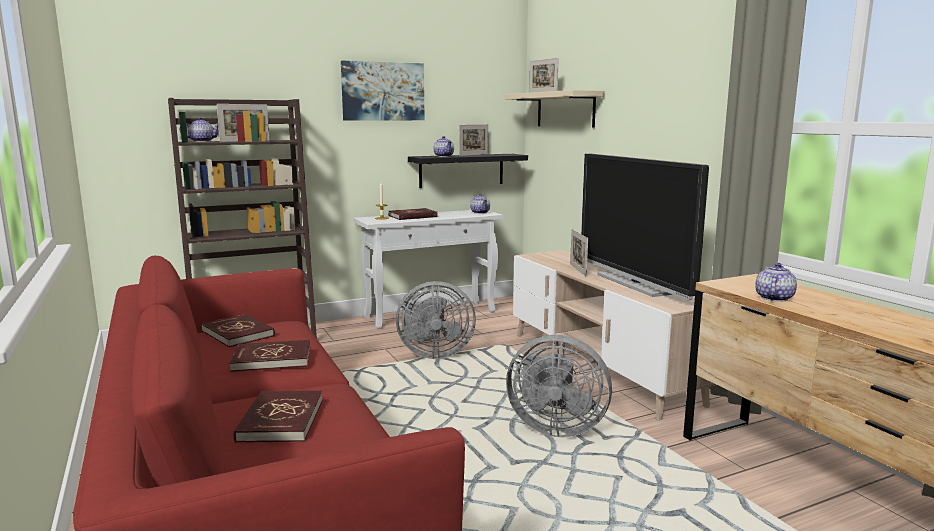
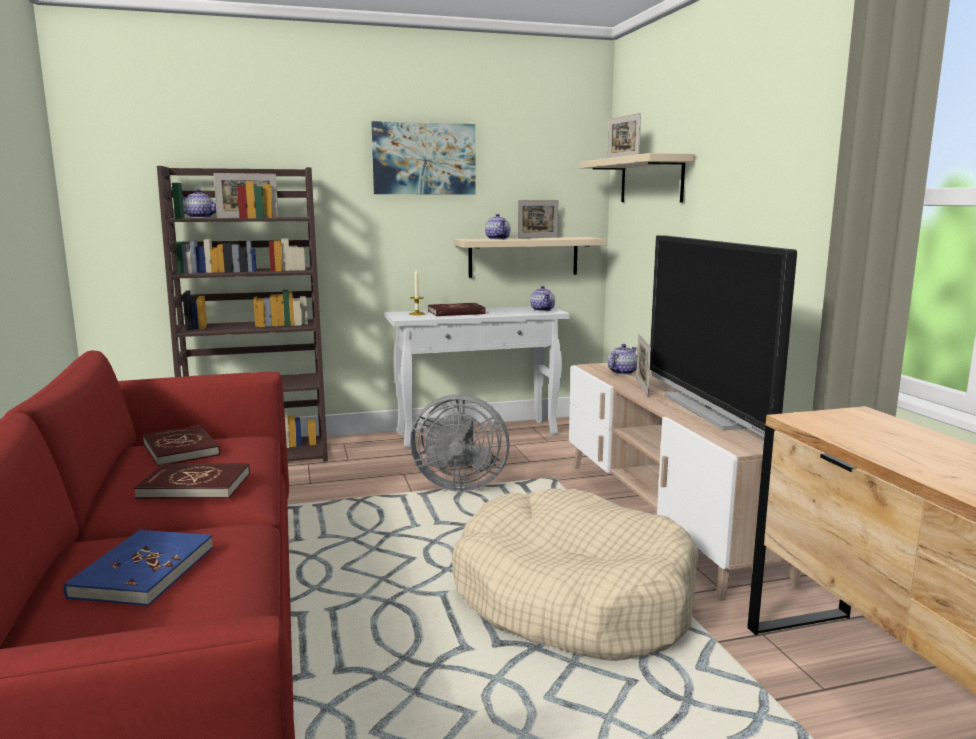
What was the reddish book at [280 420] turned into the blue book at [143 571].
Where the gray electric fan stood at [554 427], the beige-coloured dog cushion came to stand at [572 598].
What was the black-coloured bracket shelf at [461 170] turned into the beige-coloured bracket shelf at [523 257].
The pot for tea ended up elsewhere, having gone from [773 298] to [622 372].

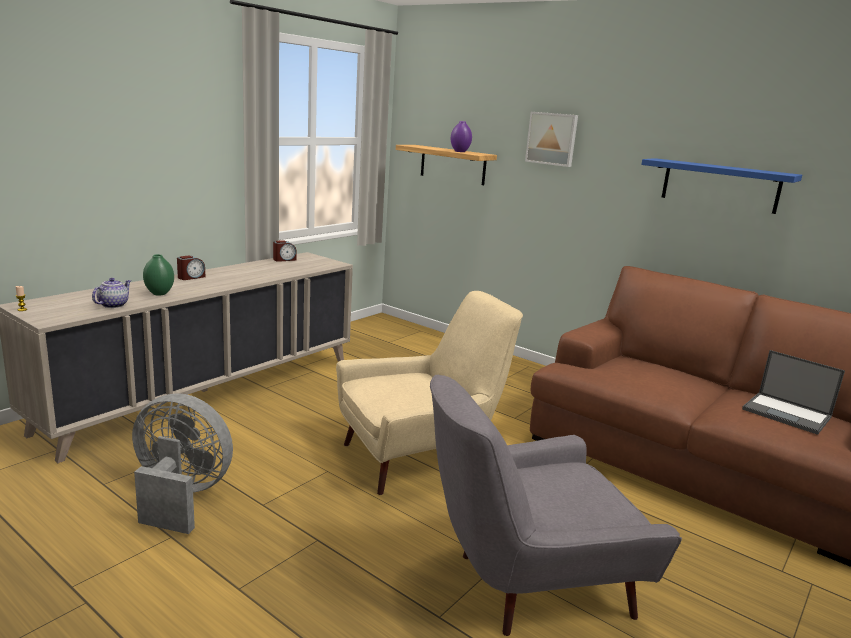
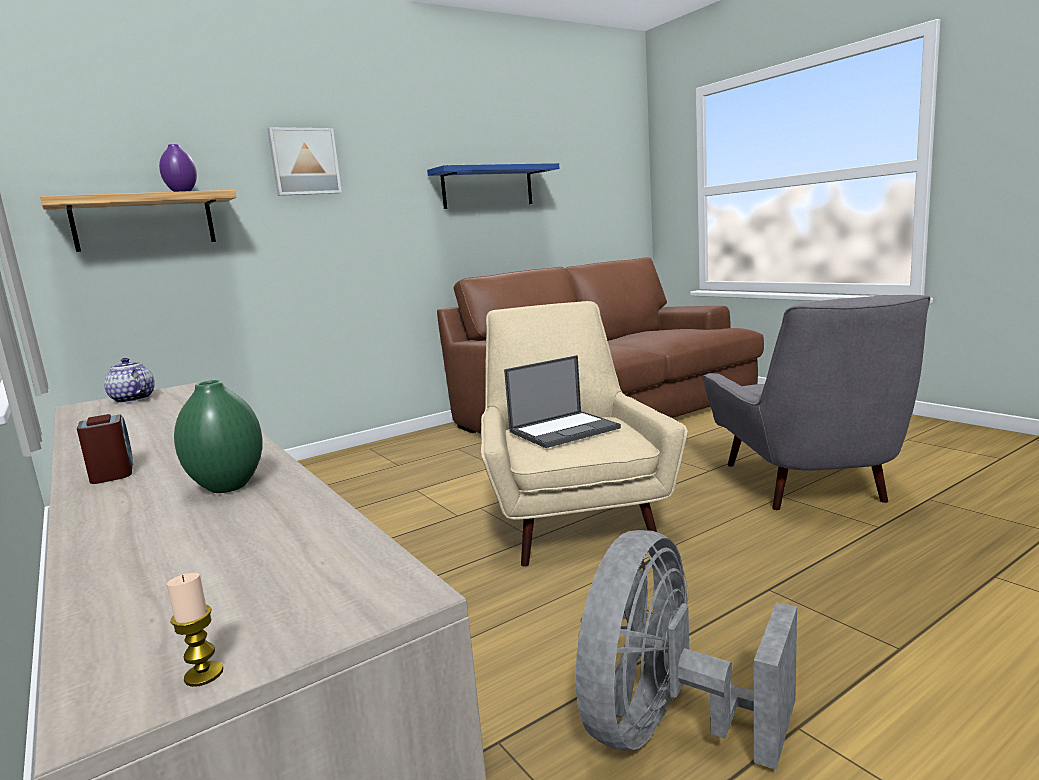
The pot for tea ended up elsewhere, having gone from [113 305] to [132 399].
The portable computer ended up elsewhere, having gone from [787 413] to [565 430].
The second view lost the alarm clock at [284 259].

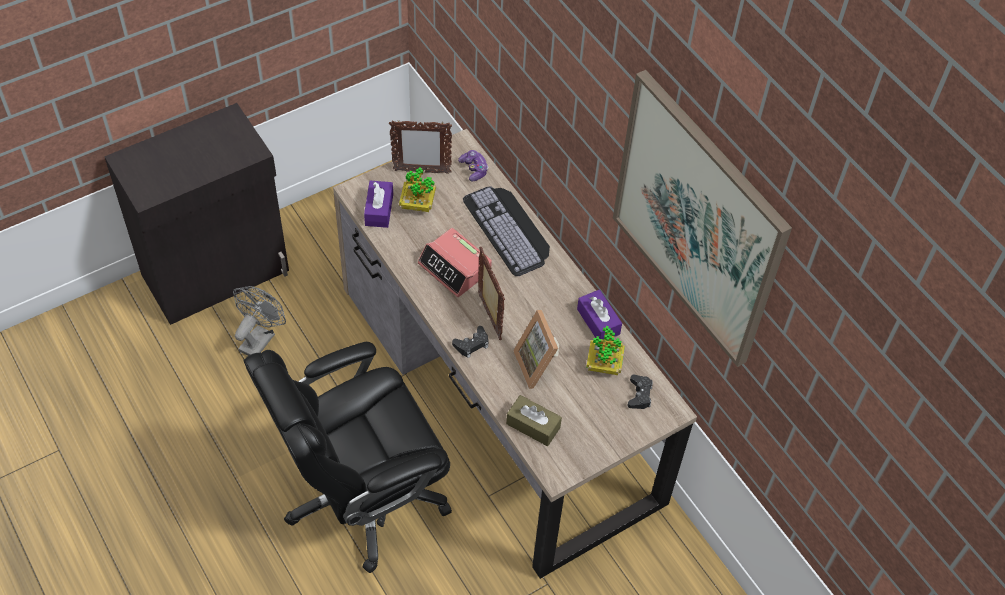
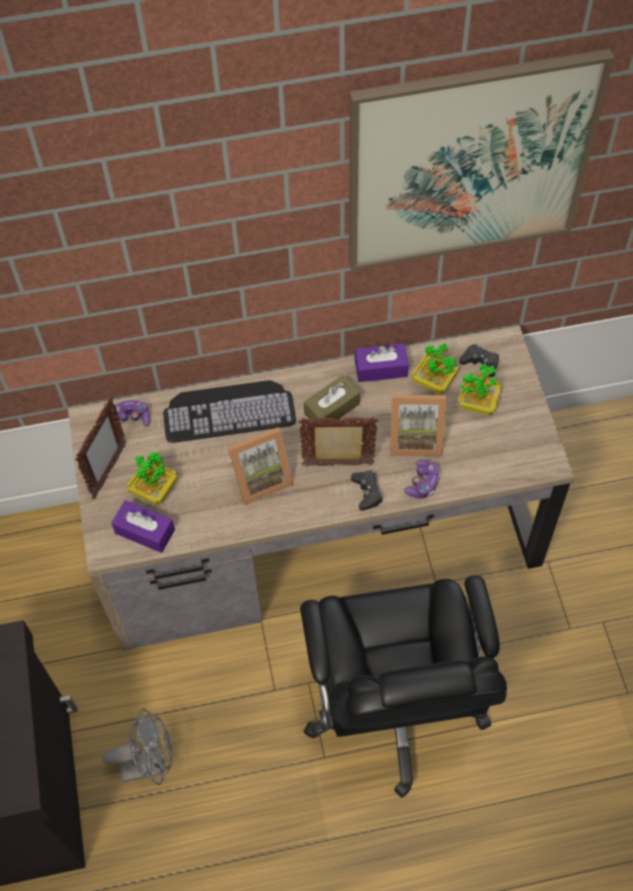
The gray electric fan at [260 338] ended up facing another way, 120 degrees clockwise from before.
Where the alarm clock stood at [455 268], the photo frame came to stand at [260 478].
The brownish tissue holder ended up elsewhere, having gone from [533 425] to [332 409].
The second view gained the joypad at [422 483].
The second view gained the potted plant at [478 403].

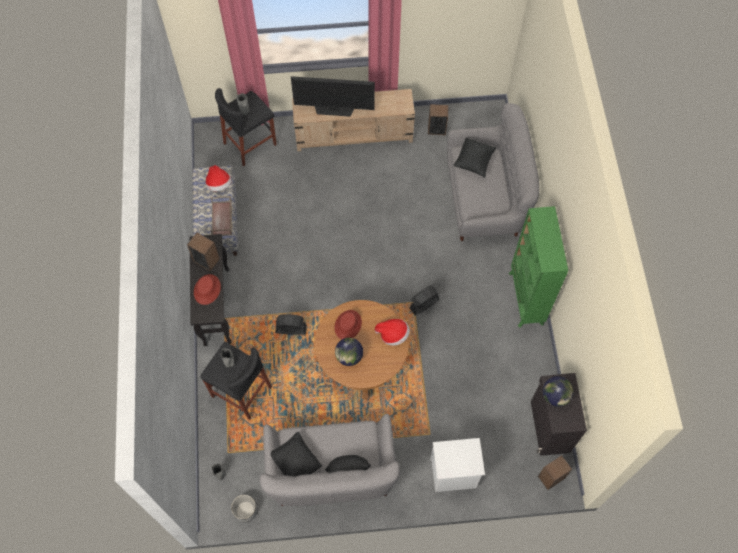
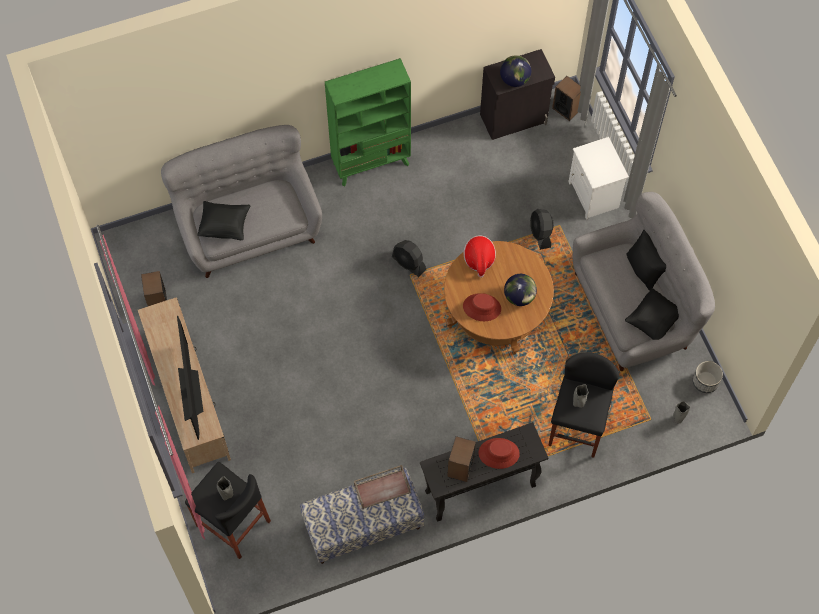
The black-coloured electric fan ended up elsewhere, having gone from [291 329] to [540 233].
The second view lost the wearable hat at [219 184].

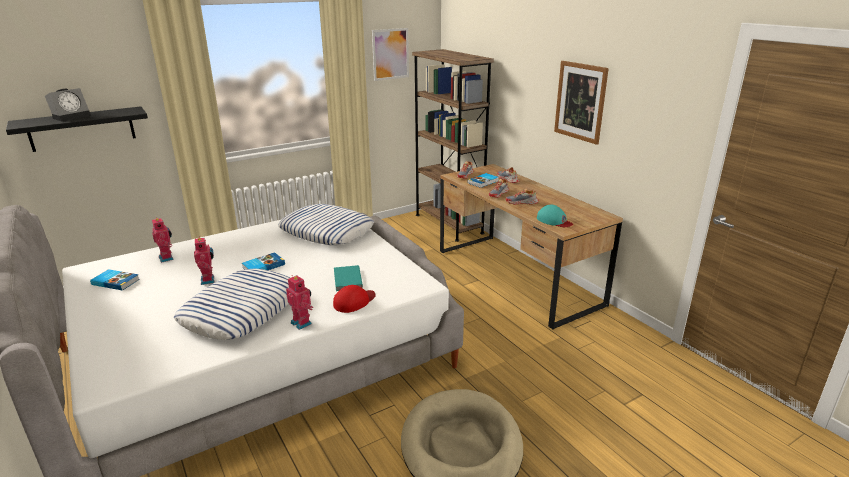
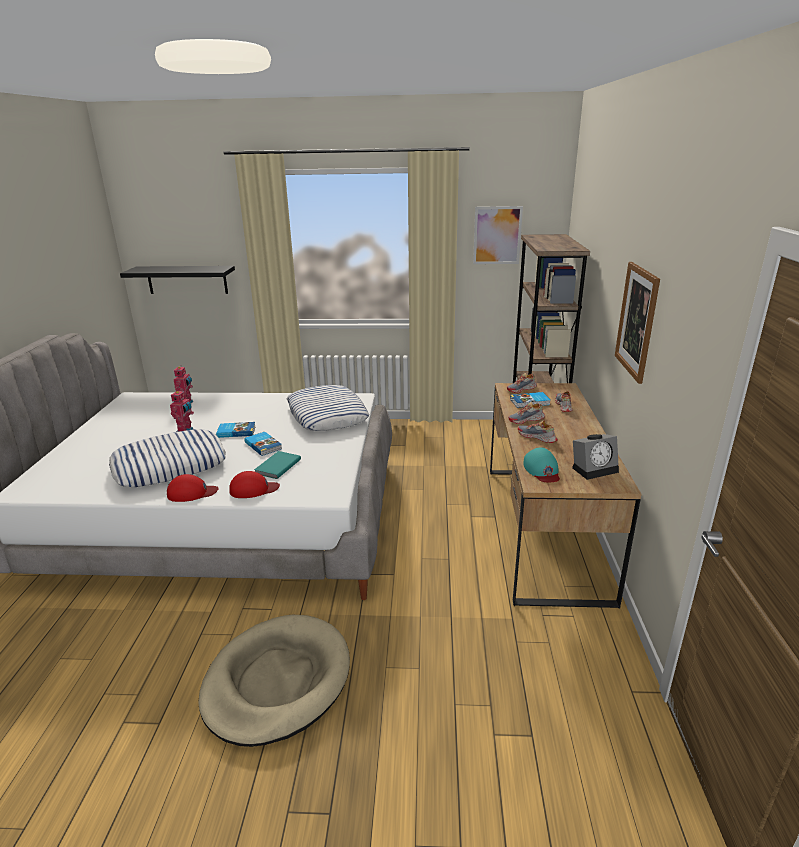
Where the toy robot stood at [302 323], the reddish peaked cap came to stand at [192 493].
The book ended up elsewhere, having gone from [116 281] to [264 445].
The alarm clock ended up elsewhere, having gone from [72 116] to [594 468].

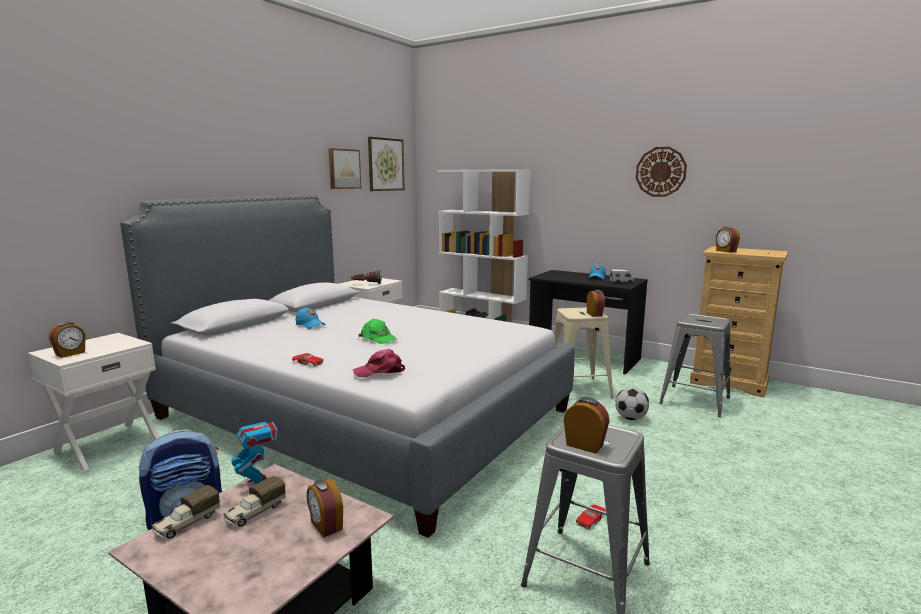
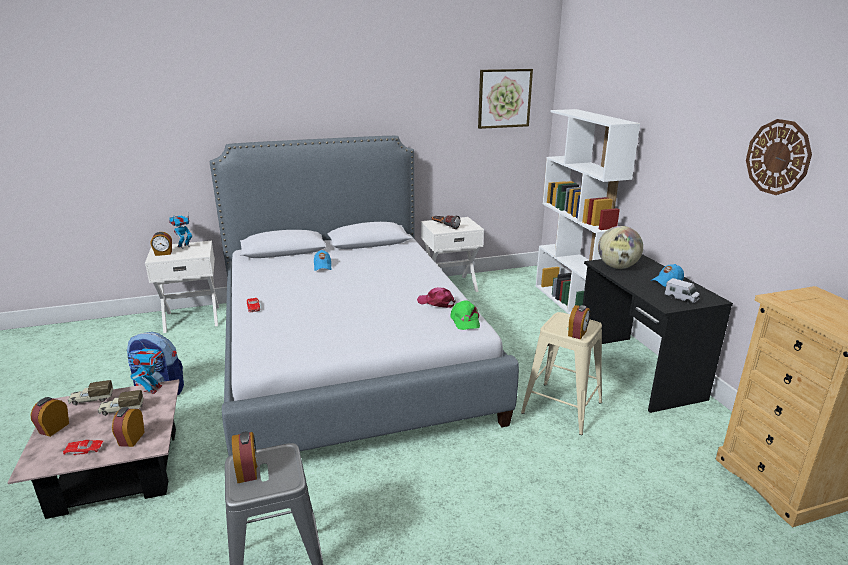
The alarm clock ended up elsewhere, having gone from [725 251] to [54 428].
The reddish miniature car ended up elsewhere, having gone from [590 519] to [84 449].
The second view gained the toy robot at [184 246].
The pink-coloured peaked cap ended up elsewhere, having gone from [380 371] to [436 302].
The green peaked cap ended up elsewhere, having gone from [378 338] to [465 320].
The second view gained the desk globe at [617 267].
The second view lost the picture at [343 169].
The second view lost the football at [631 418].
The second view lost the gray stool seat at [694 401].

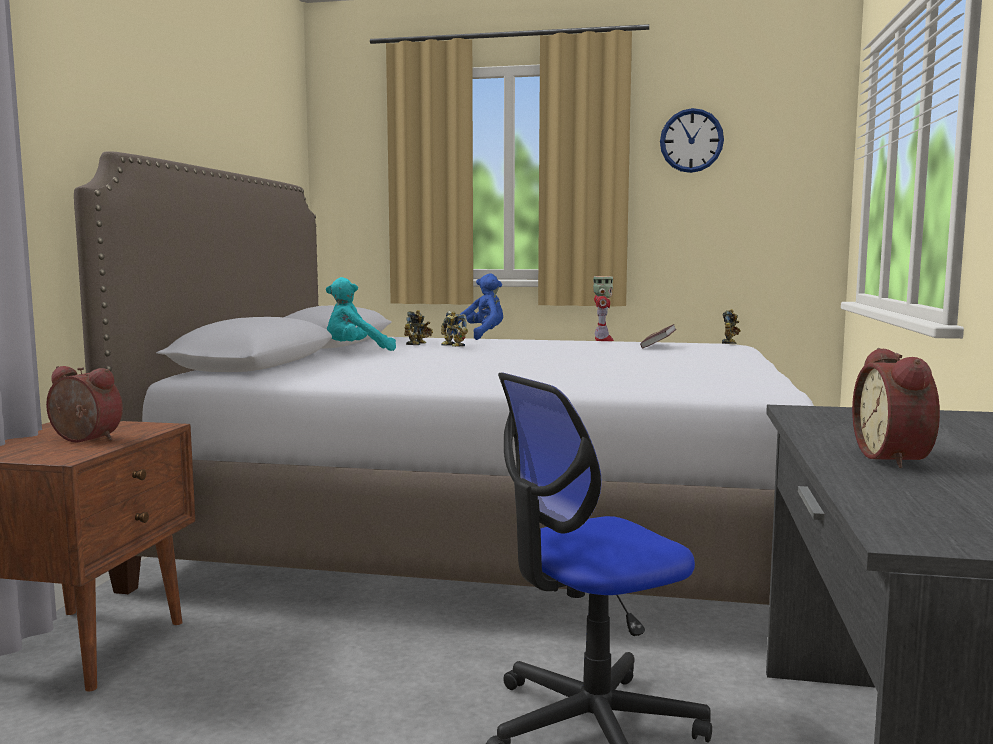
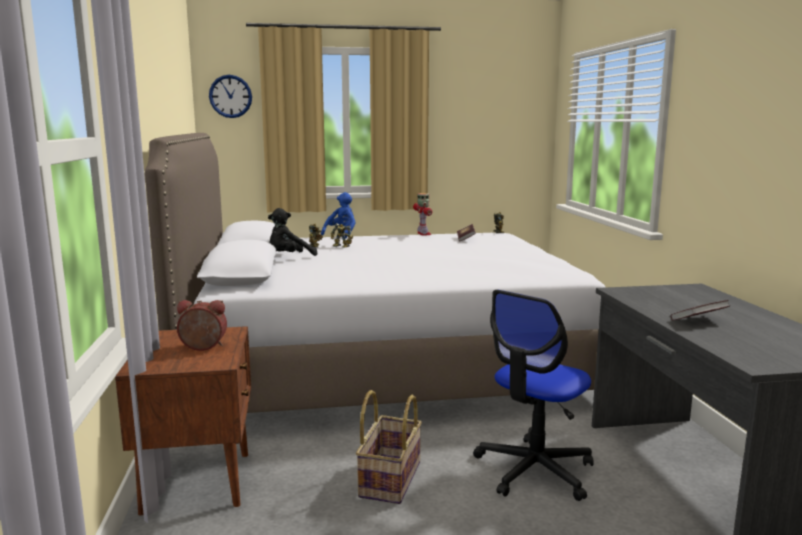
The hanging clock ended up elsewhere, having gone from [691 140] to [230 96].
What was the turquoise-coloured plush toy at [357 351] turned into the black-coloured plush toy at [289 257].
The second view gained the storage basket at [389 479].
Where the alarm clock stood at [897 458], the book came to stand at [698 321].

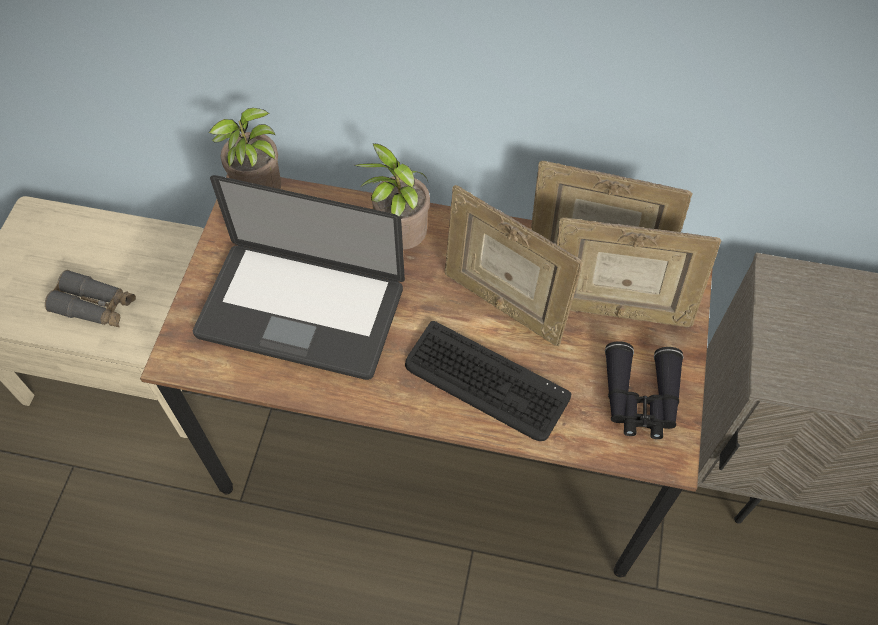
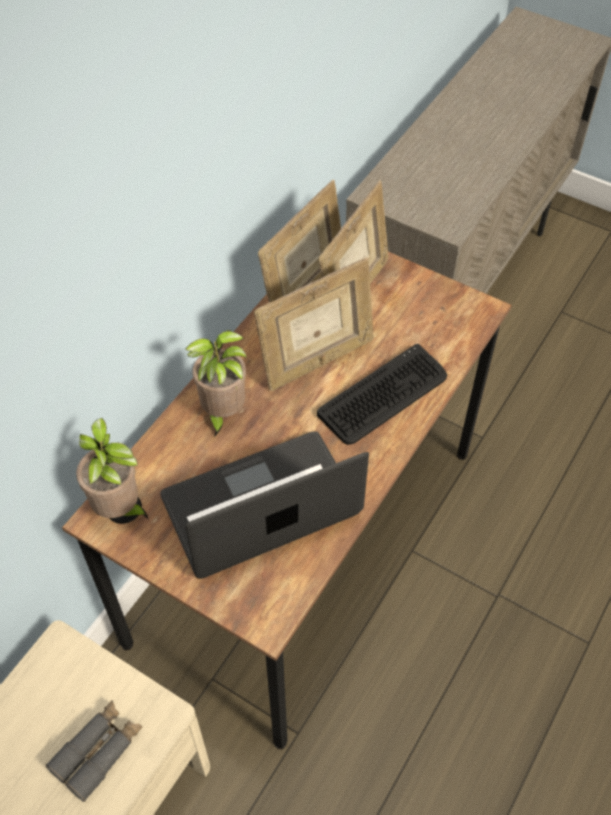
The portable computer at [301 312] ended up facing another way, 150 degrees counterclockwise from before.
The second view lost the black-coloured field glasses at [640 398].

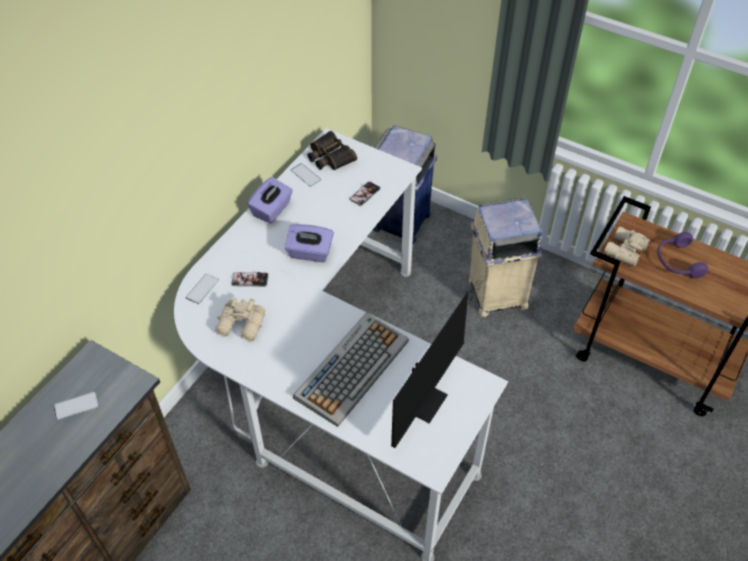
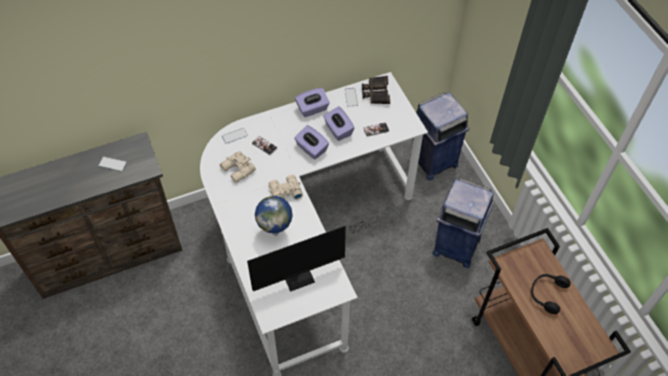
Where the PC keyboard stood at [352 368], the desk globe came to stand at [276 232].
The beige-coloured field glasses ended up elsewhere, having gone from [623 251] to [284 192].
The second view gained the purple-coloured tissue holder at [338 130].
What was the beige-coloured waste bin at [496 294] turned into the blue waste bin at [455 246].
What was the purple-coloured headset at [676 262] turned into the black-coloured headset at [546 294].

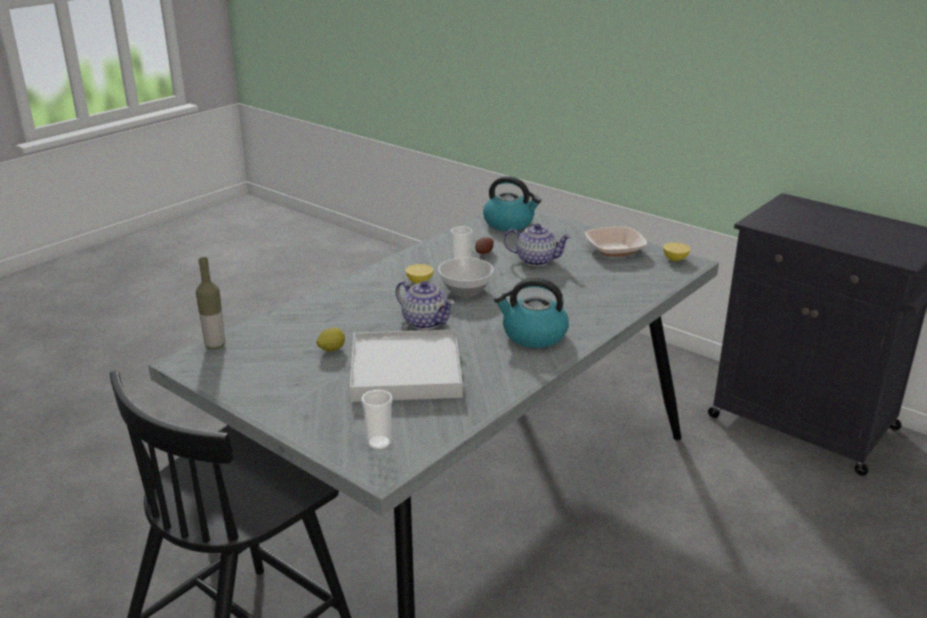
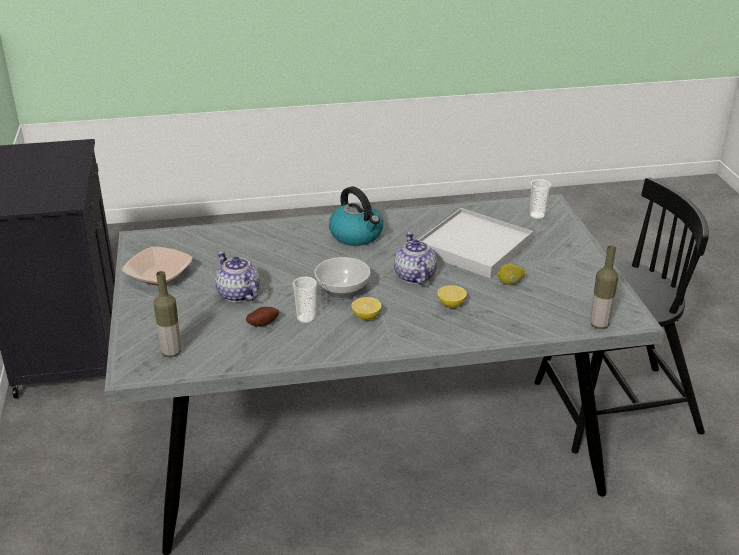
Where the kettle stood at [509 223], the beverage bottle came to stand at [171 352].
The whole lemon ended up elsewhere, having gone from [675 259] to [451 304].

